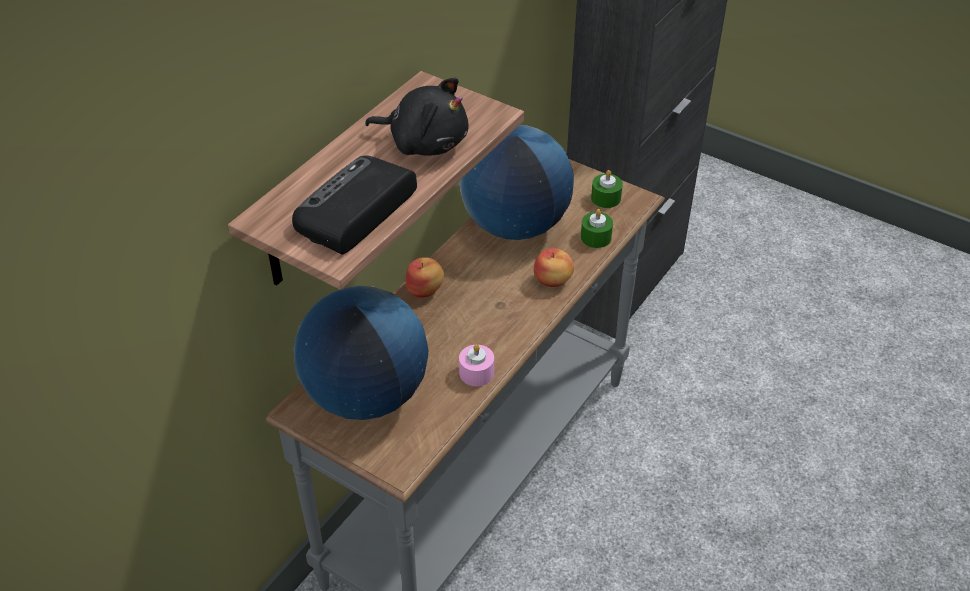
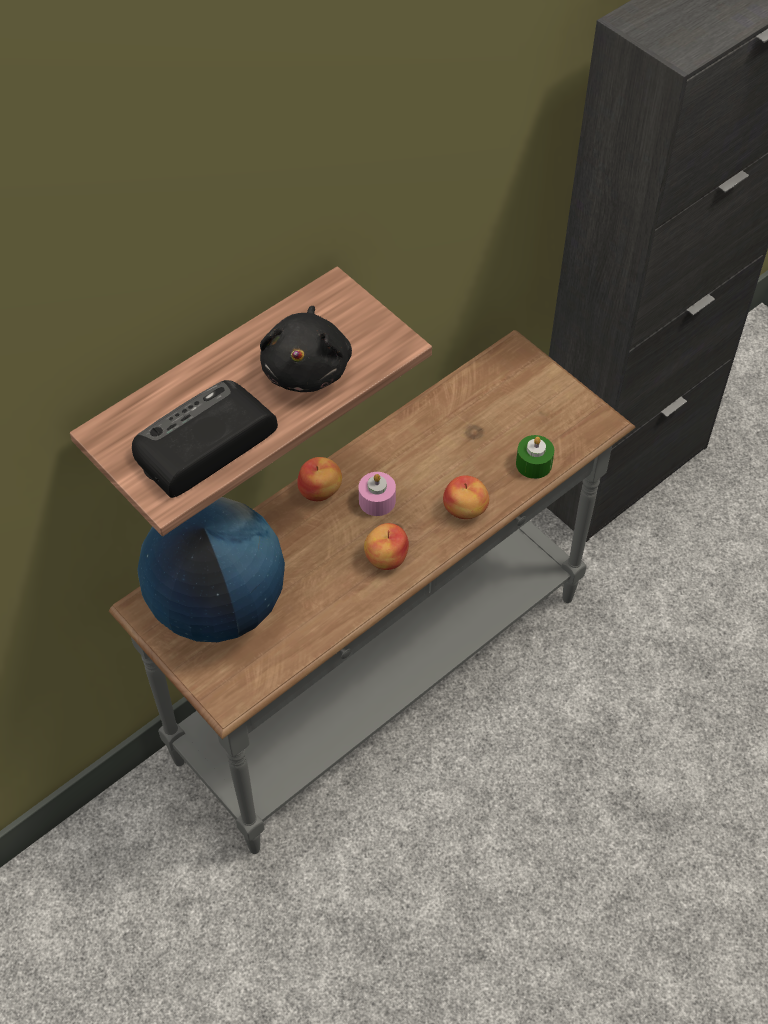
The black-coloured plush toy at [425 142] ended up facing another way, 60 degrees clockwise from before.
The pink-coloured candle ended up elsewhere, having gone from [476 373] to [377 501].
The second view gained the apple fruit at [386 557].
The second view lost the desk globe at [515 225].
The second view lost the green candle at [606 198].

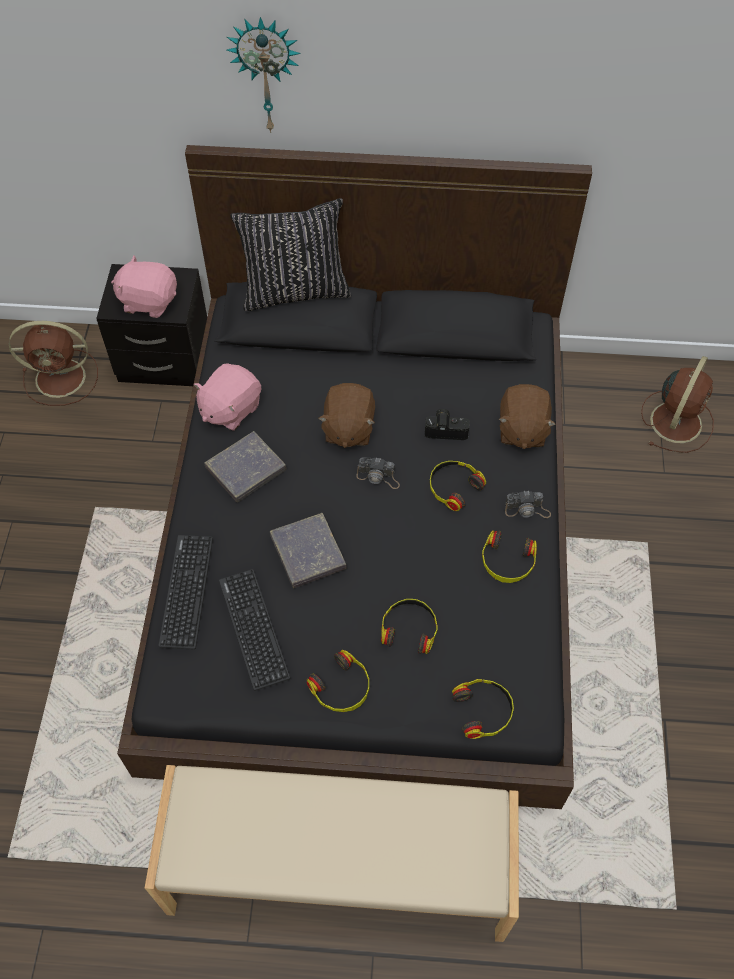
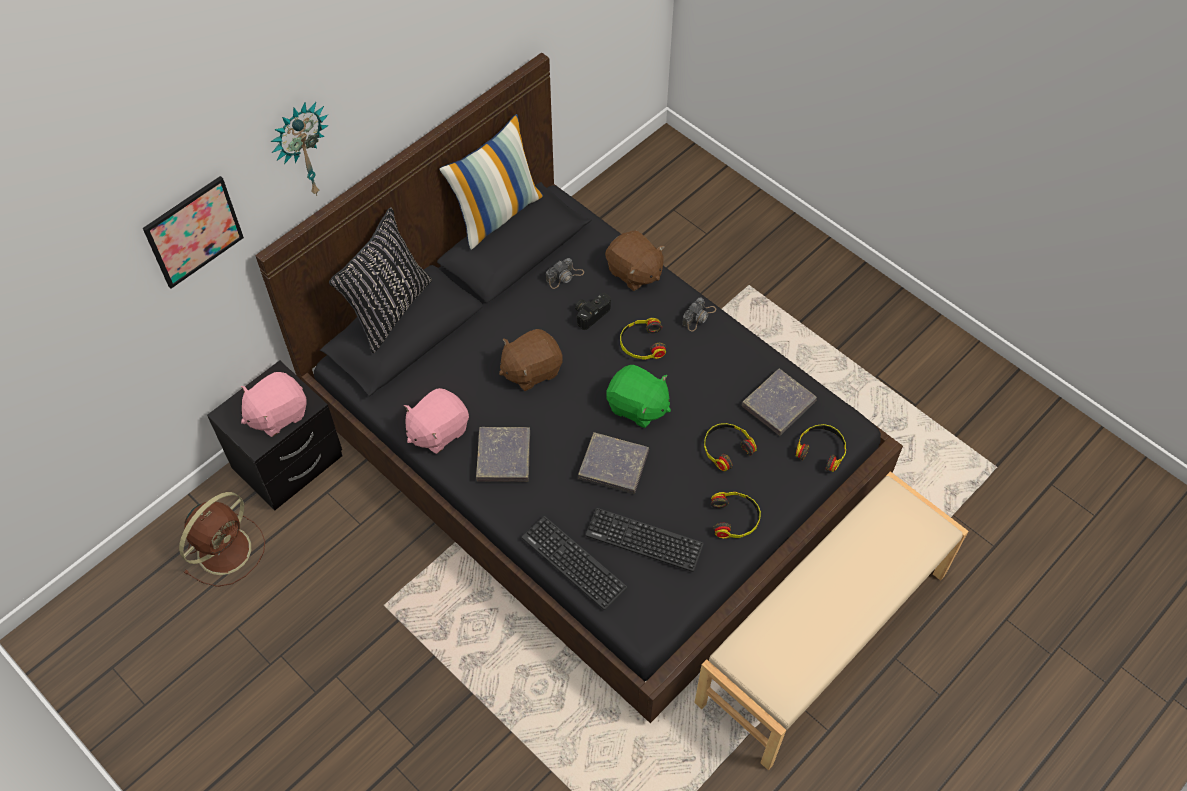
The second view gained the picture at [193 231].
The pink-coloured plush toy at [230 409] ended up facing another way, 60 degrees clockwise from before.
The second view gained the throw pillow at [496 213].
The brownish plush toy at [348 428] ended up facing another way, 105 degrees clockwise from before.
The still camera ended up elsewhere, having gone from [378 477] to [564 276].
The second view gained the green plush toy at [637 407].
The second view gained the gray book at [778 404].
The second view lost the headset at [507 562].
The second view lost the brownish electric fan at [676 420].

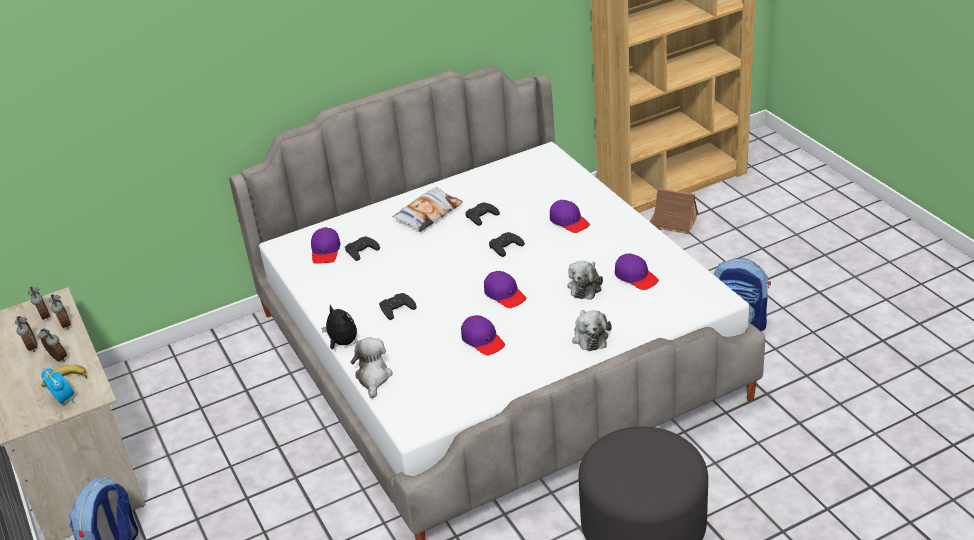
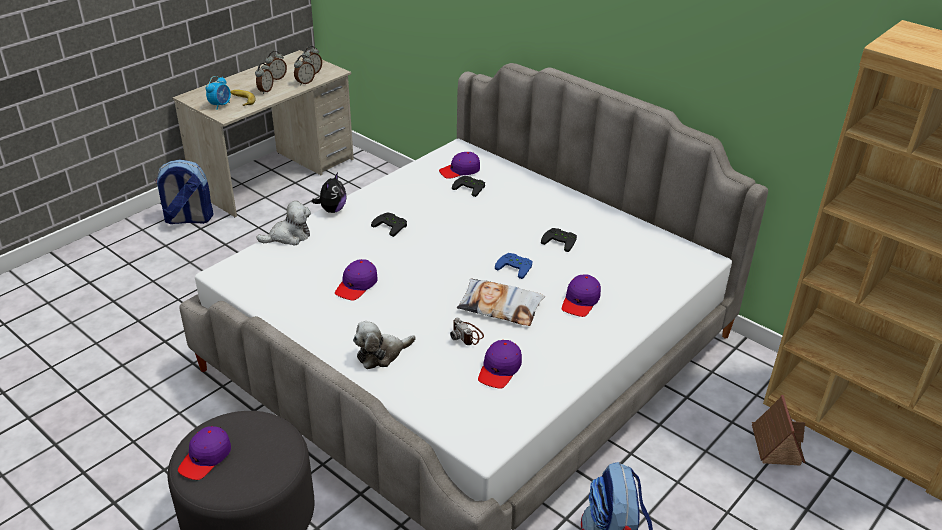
The purple-coloured peaked cap ended up elsewhere, having gone from [504 294] to [205 458].
Where the plush toy stood at [585 286], the still camera came to stand at [467 335].
The throw pillow ended up elsewhere, having gone from [428 214] to [500 307].
What was the black-coloured joypad at [504 245] turned into the blue joypad at [516 267].

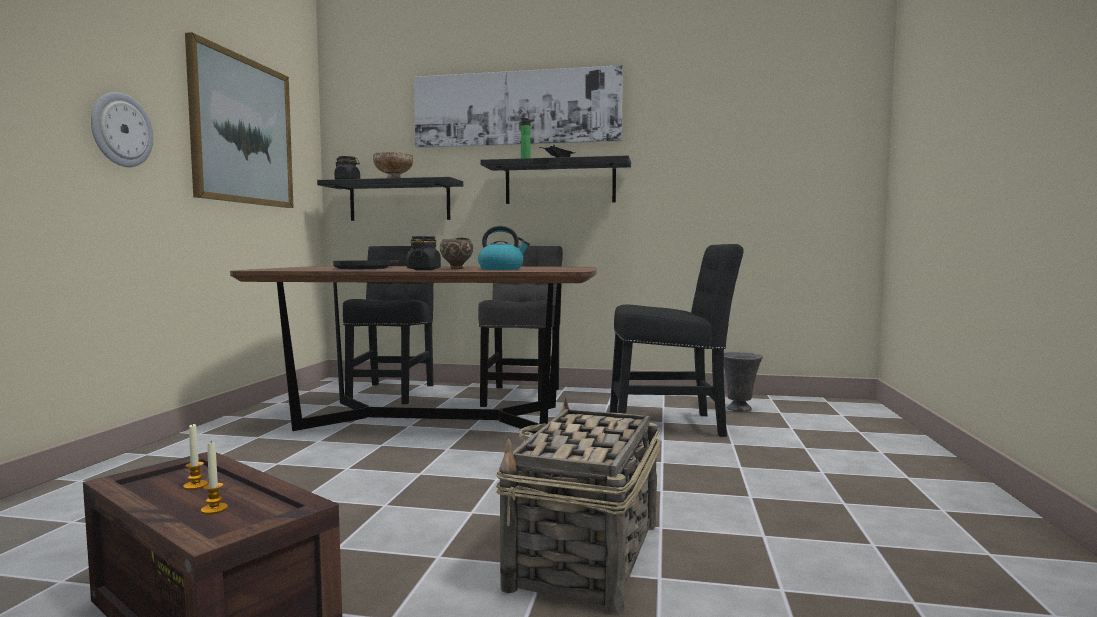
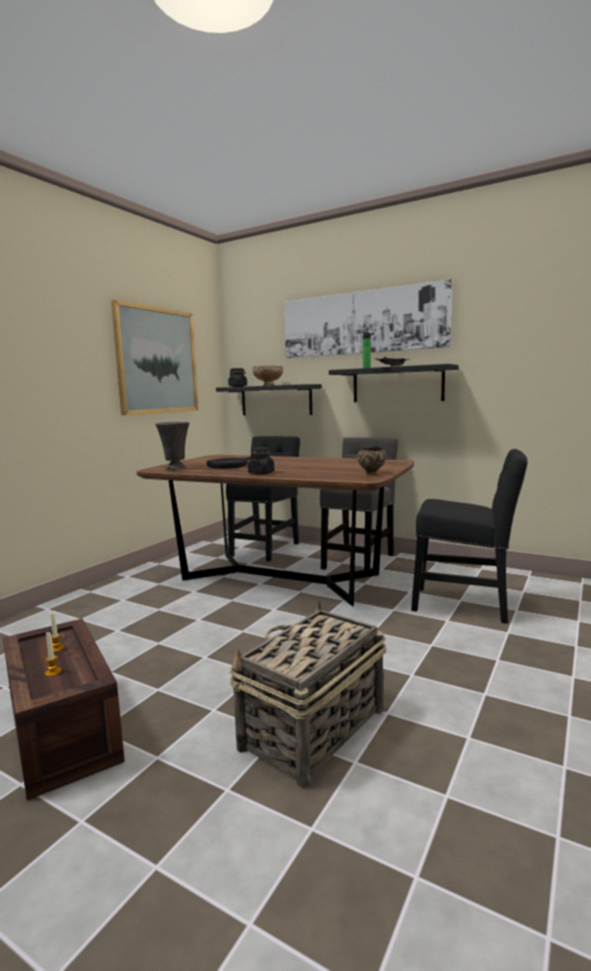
The gray flower vase ended up elsewhere, having gone from [740 409] to [175 468].
The brownish serving bowl ended up elsewhere, having gone from [456 268] to [371 474].
The second view lost the hanging clock at [121 130].
The second view lost the kettle at [501 269].

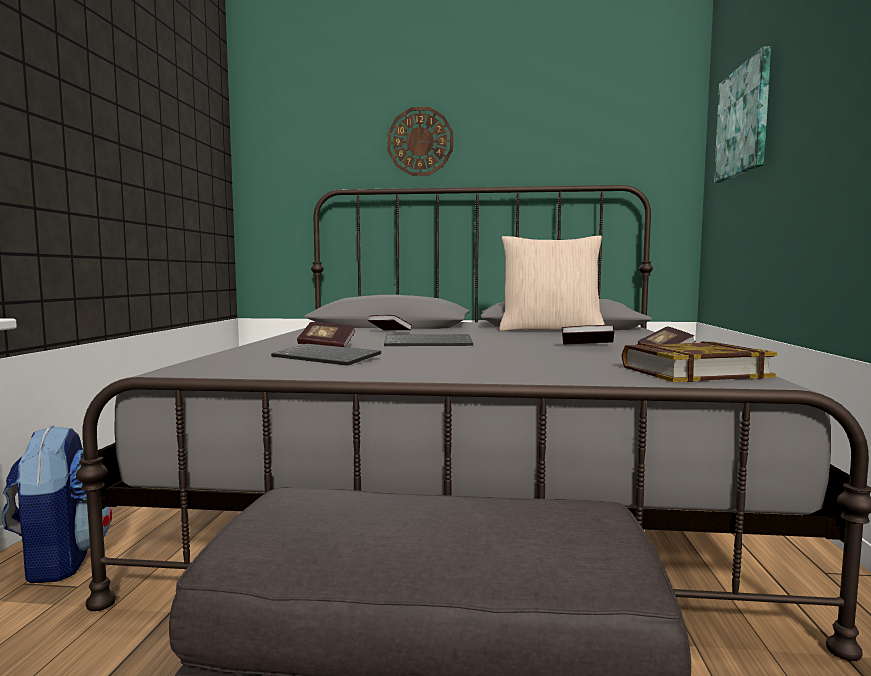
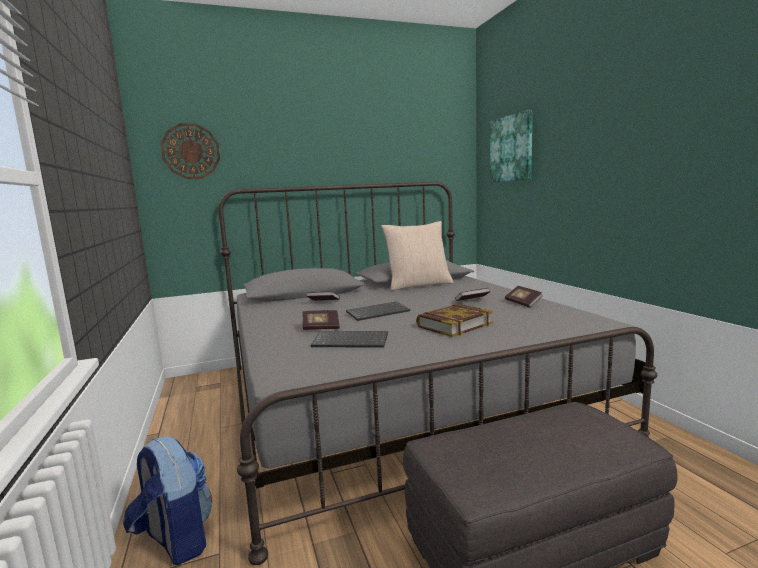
The hanging clock ended up elsewhere, having gone from [420 141] to [191 151].
The book ended up elsewhere, having gone from [693 372] to [454 325].

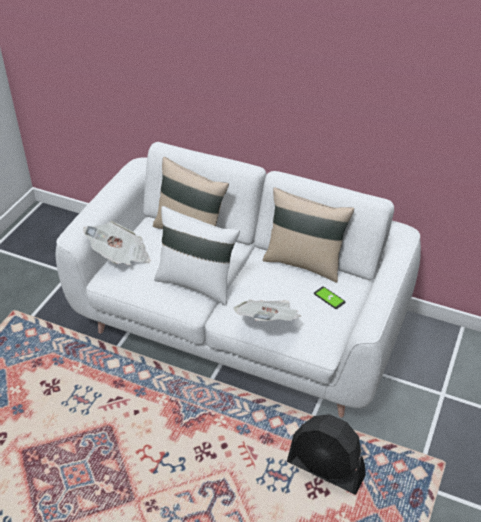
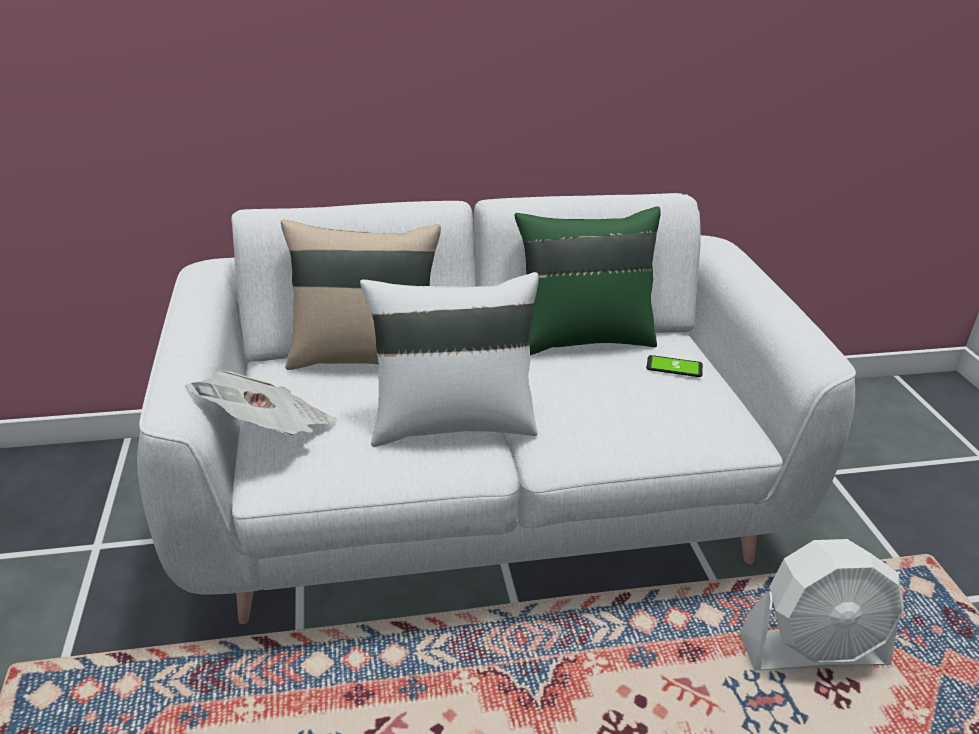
What was the beige-coloured throw pillow at [304 262] turned into the green throw pillow at [582 339].
What was the black-coloured electric fan at [325 469] turned into the white electric fan at [813 651].
The second view lost the newspaper at [268 322].

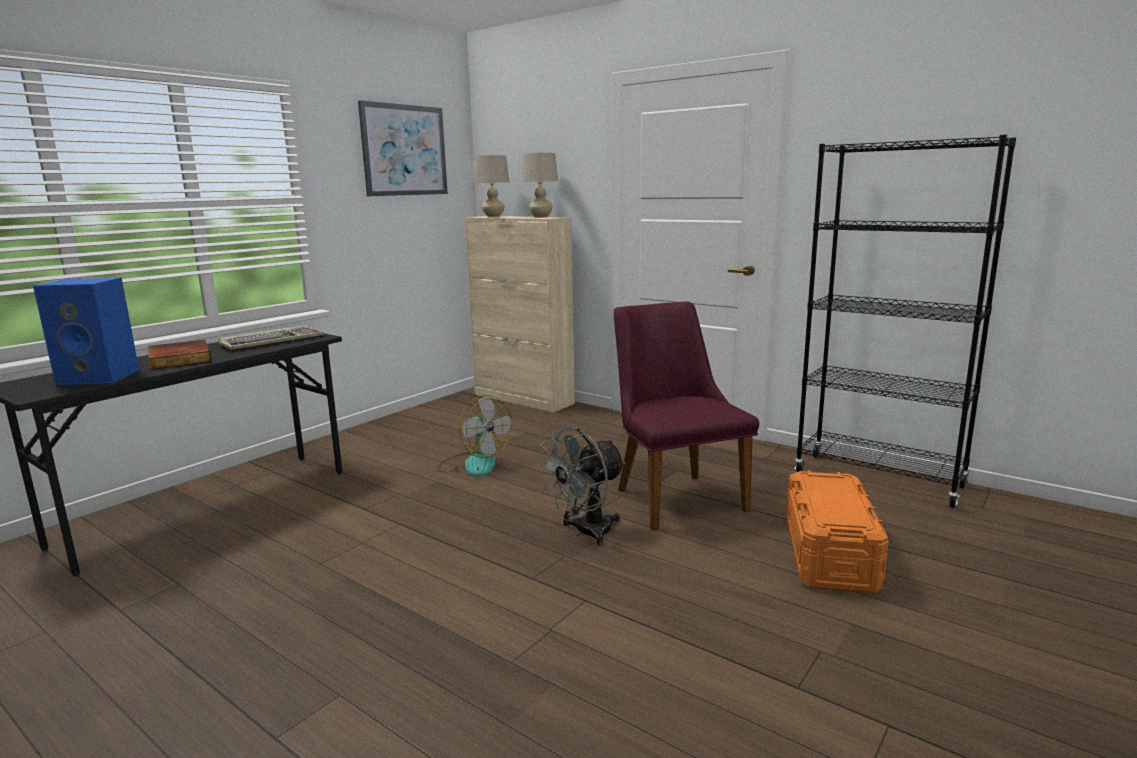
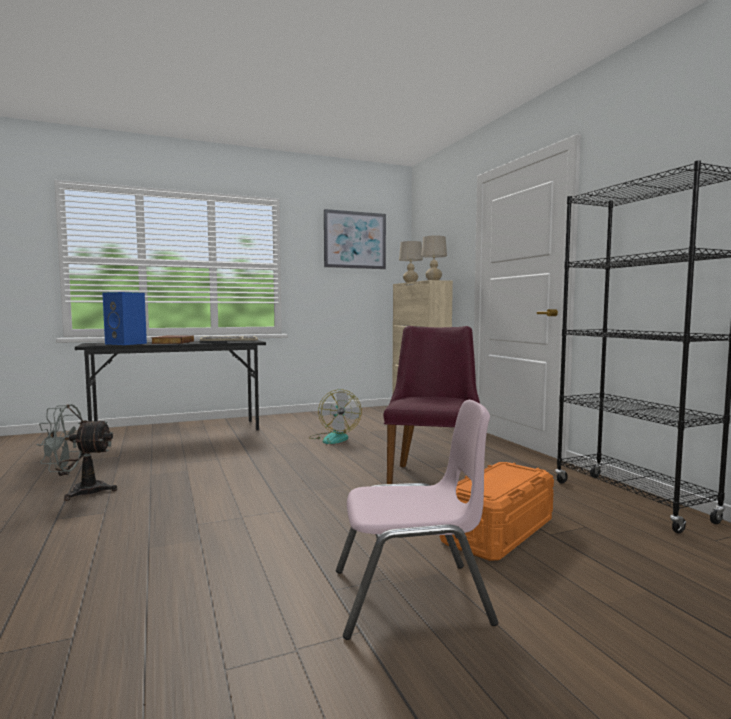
The gray electric fan ended up elsewhere, having gone from [586 532] to [79 492].
The second view gained the pink-coloured plain chair at [411 598].

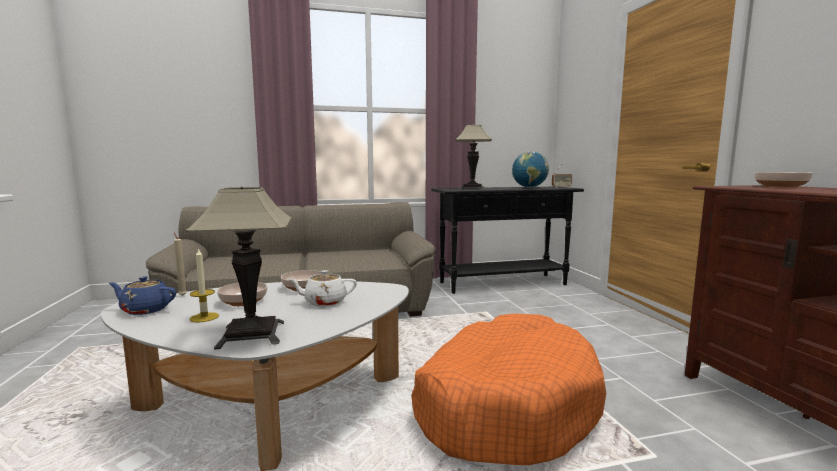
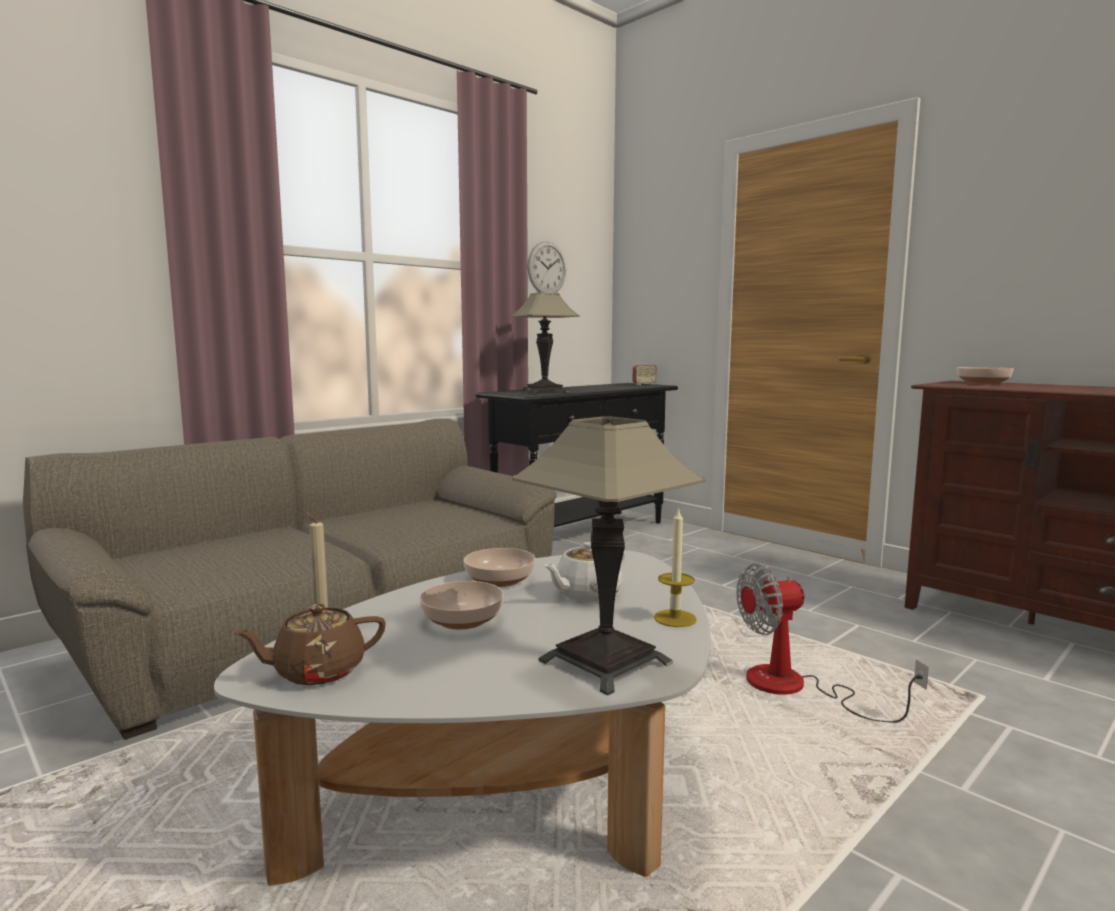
What was the blue pot for tea at [145 310] turned into the brownish pot for tea at [317 671].
The second view gained the hanging clock at [547 268].
The candle ended up elsewhere, having gone from [204 317] to [675 618].
Where the orange-coloured dog cushion stood at [505 404], the electric fan came to stand at [796 688].
The second view lost the desk globe at [529 187].

